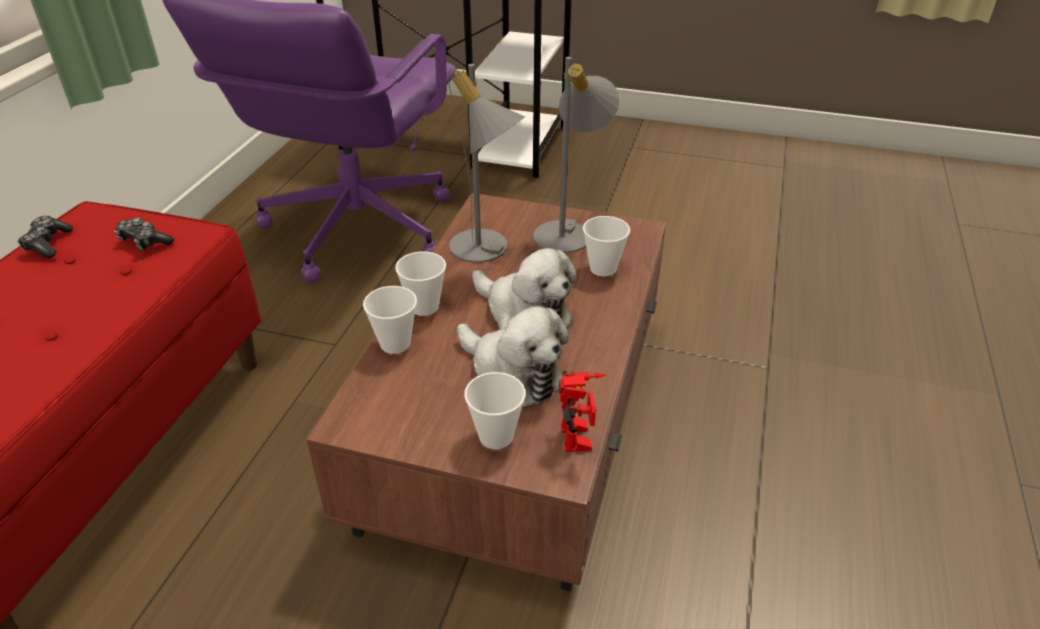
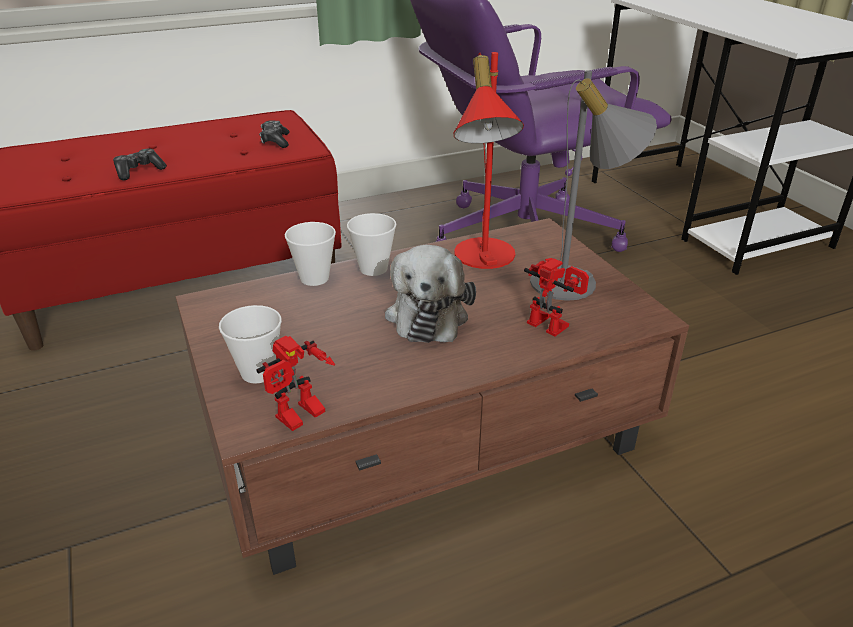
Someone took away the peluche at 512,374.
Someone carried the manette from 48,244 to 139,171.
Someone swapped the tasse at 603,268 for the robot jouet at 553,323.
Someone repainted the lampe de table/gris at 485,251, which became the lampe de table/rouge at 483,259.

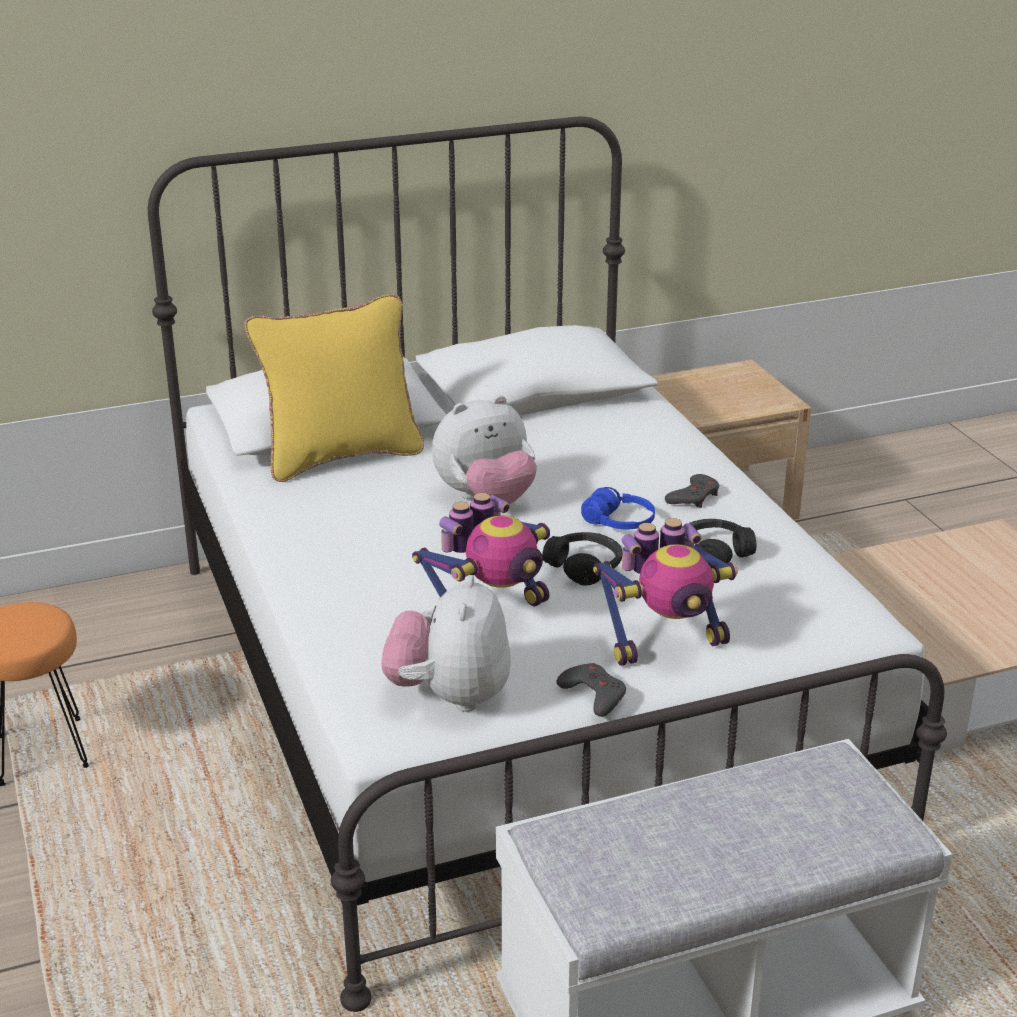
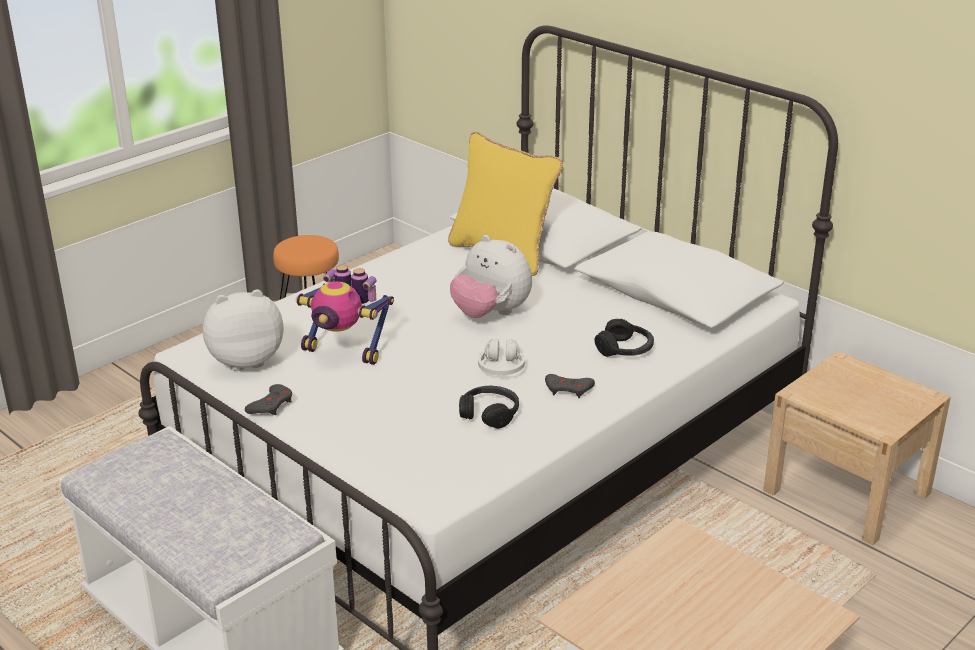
Someone took away the robot jouet at 665,643.
Someone carried the casque audio/noir from 584,567 to 625,349.
Someone repainted the casque audio/bleu at 618,523, which became the casque audio/blanc at 501,368.

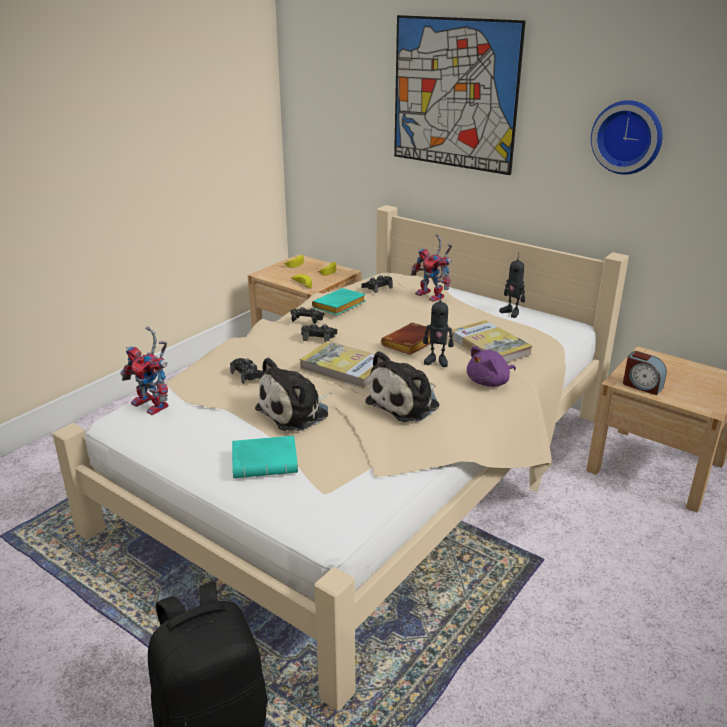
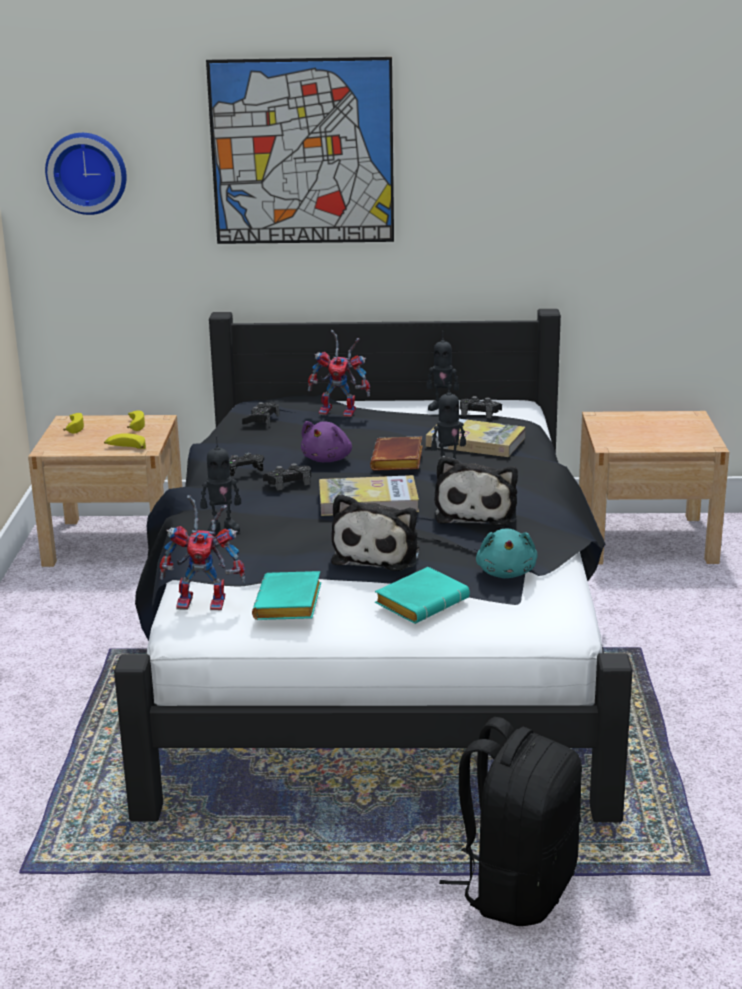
Someone took away the réveil at 642,386.
Someone put down the robot jouet at 222,528.
Someone put down the peluche/turquoise at 506,572.
Someone carried the manette/noir from 248,375 to 480,413.
Someone carried the livre/turquoise from 339,307 to 290,605.
Someone carried the peluche/violet from 489,382 to 328,459.
Someone carried the horloge murale from 628,137 to 87,172.
Someone repainted the lit/beige at 366,473, which became the lit/noir at 379,644.

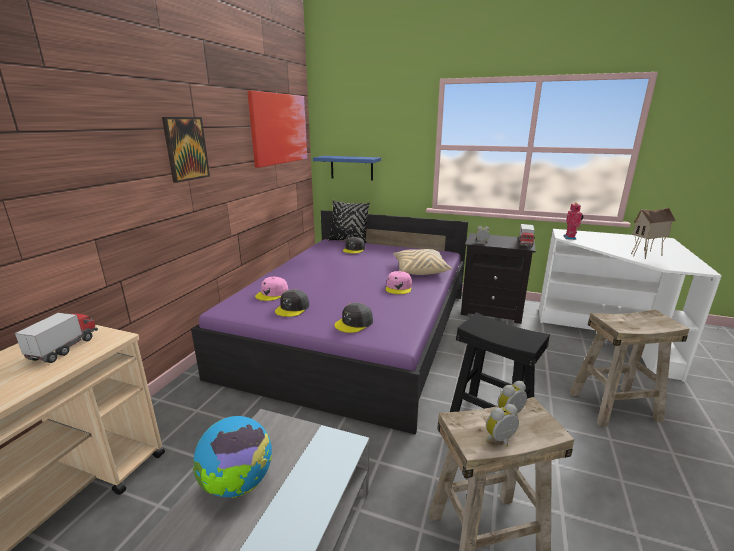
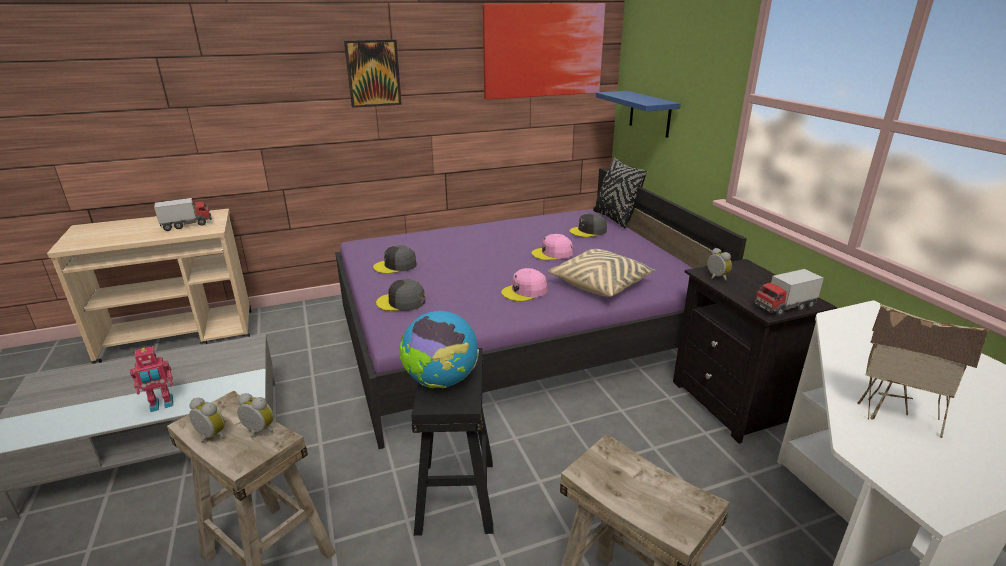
Someone carried the globe from 238,483 to 441,381.
Someone carried the casquette/rose from 272,293 to 552,253.
Someone carried the robot jouet from 570,238 to 161,405.

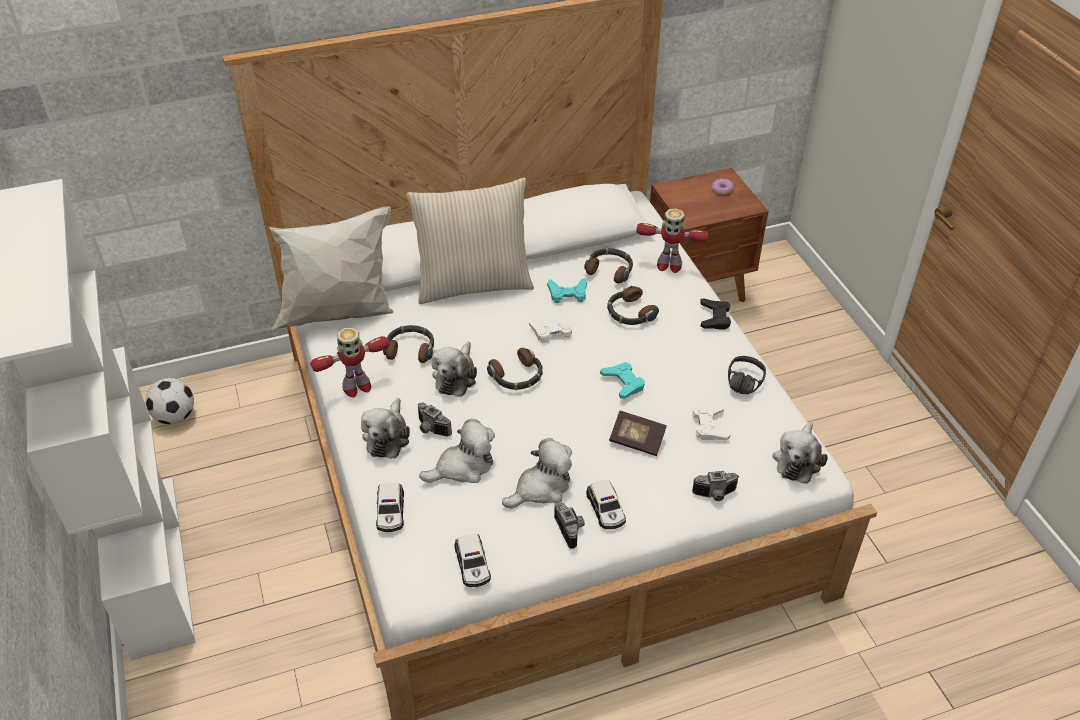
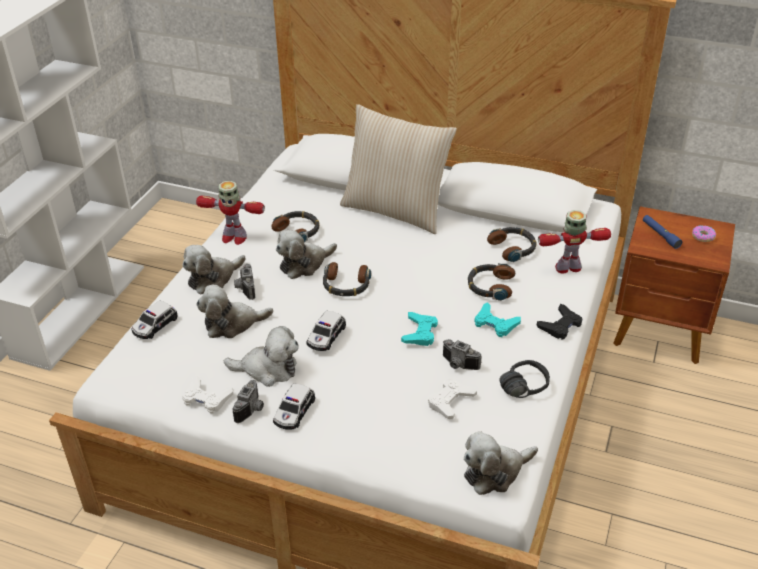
Someone took away the ballon de foot at 175,416.
Someone took away the coussin/blanc at 339,314.
Someone took away the livre at 637,441.
Someone put down the lampe de poche/bleu at 660,235.
Someone carried the petite voiture from 472,565 to 326,336.
Someone carried the manette/blanc from 552,331 to 206,398.
Someone carried the manette/turquoise from 567,294 to 495,324.
Someone carried the appareil photo from 715,495 to 458,365.
Someone rotated the peluche at 463,467 by 150 degrees clockwise.
Someone rotated the robot jouet at 668,265 by 120 degrees clockwise.

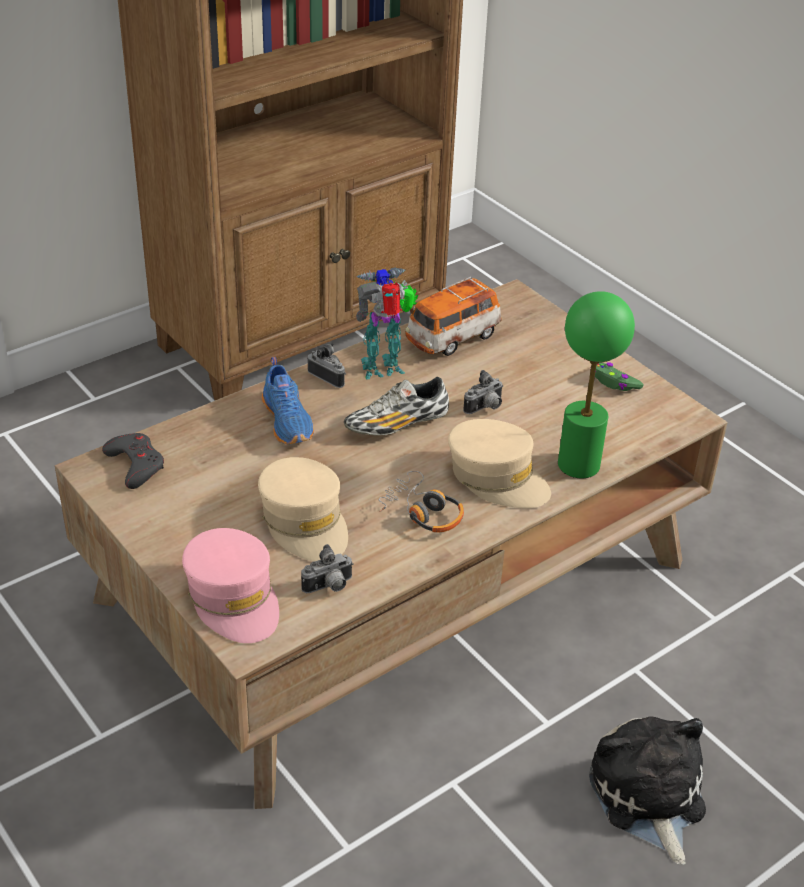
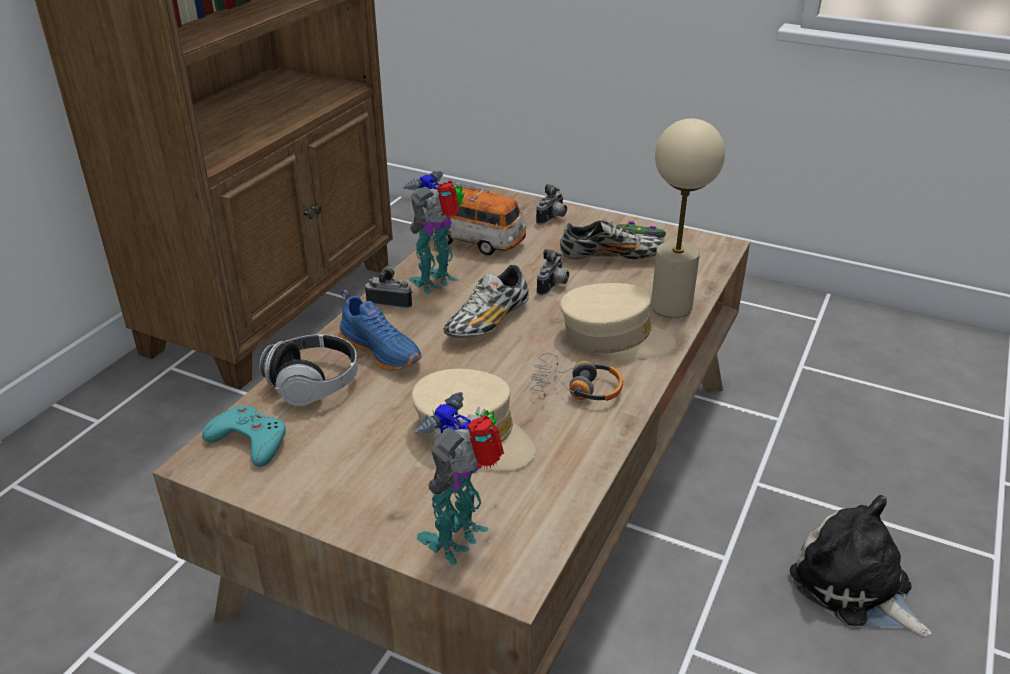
Someone put down the casque audio at 313,384.
Someone put down the chaussure at 610,257.
Someone carried the appareil photo from 329,587 to 553,219.
Someone swapped the casquette/rose at 233,598 for the robot jouet at 460,537.
Someone repainted the manette/gris at 135,464, which became the manette/turquoise at 249,441.
Someone repainted the lampe de table/vert at 578,464, which became the lampe de table/beige at 670,306.
Someone rotated the petite voiture at 452,338 by 90 degrees counterclockwise.

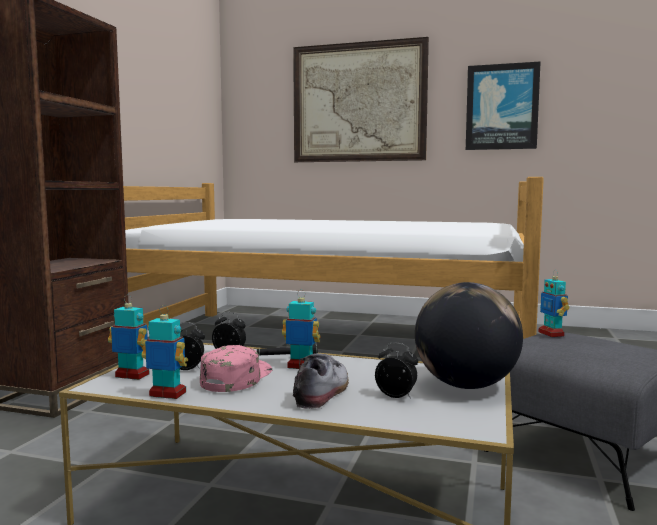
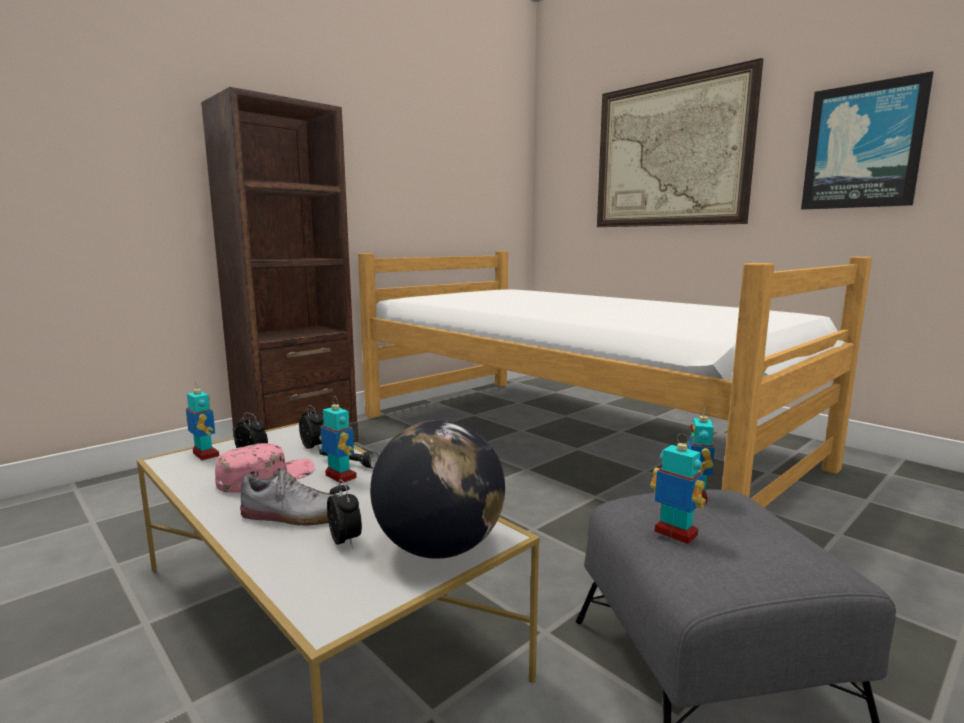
Someone carried the robot jouet from 167,394 to 675,534.
Someone rotated the chaussure at 323,393 by 45 degrees clockwise.

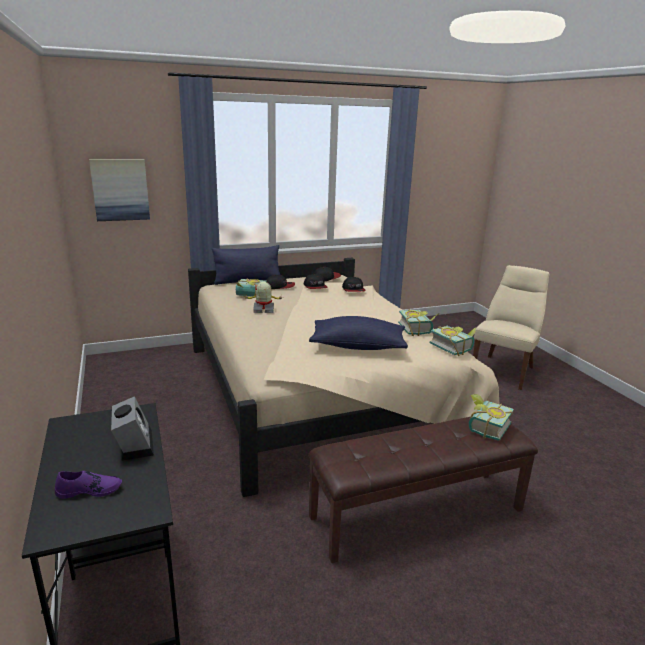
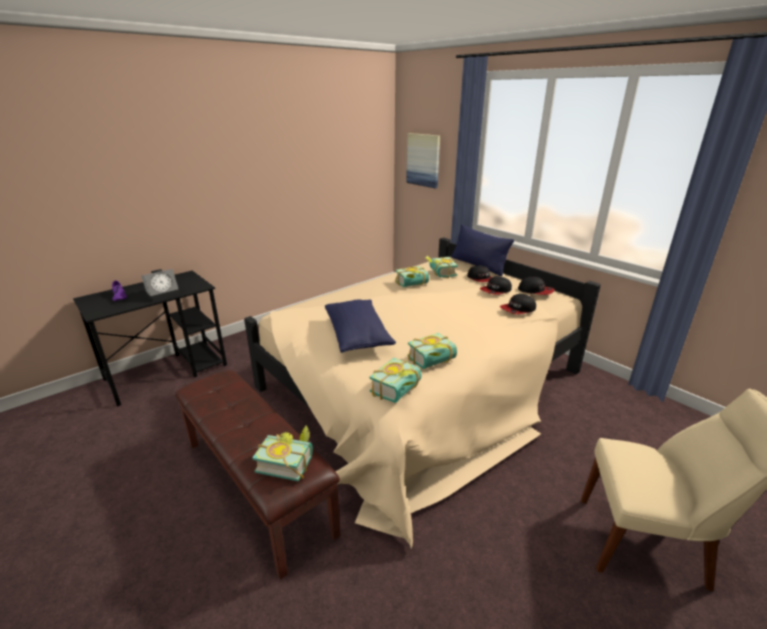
Someone swapped the robot jouet at 263,310 for the livre at 413,285.

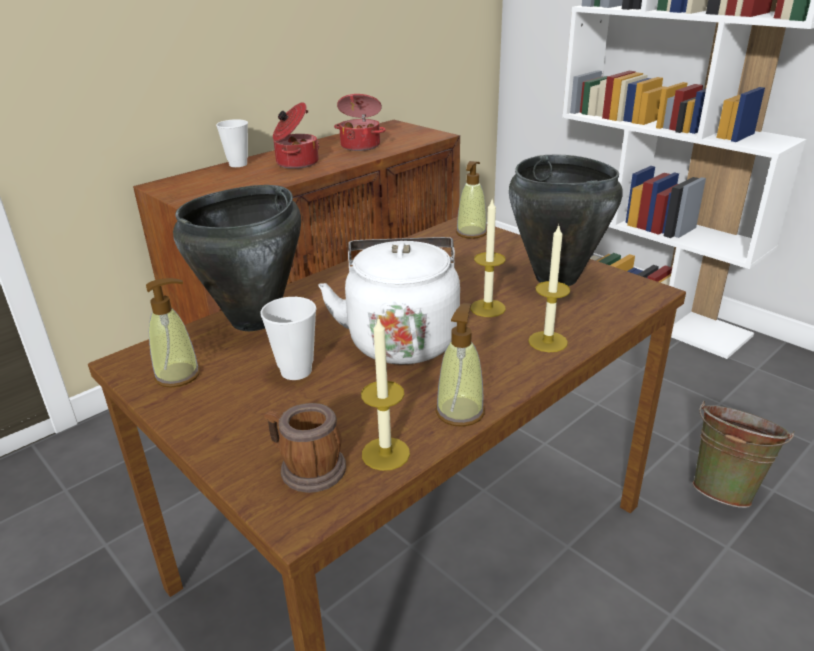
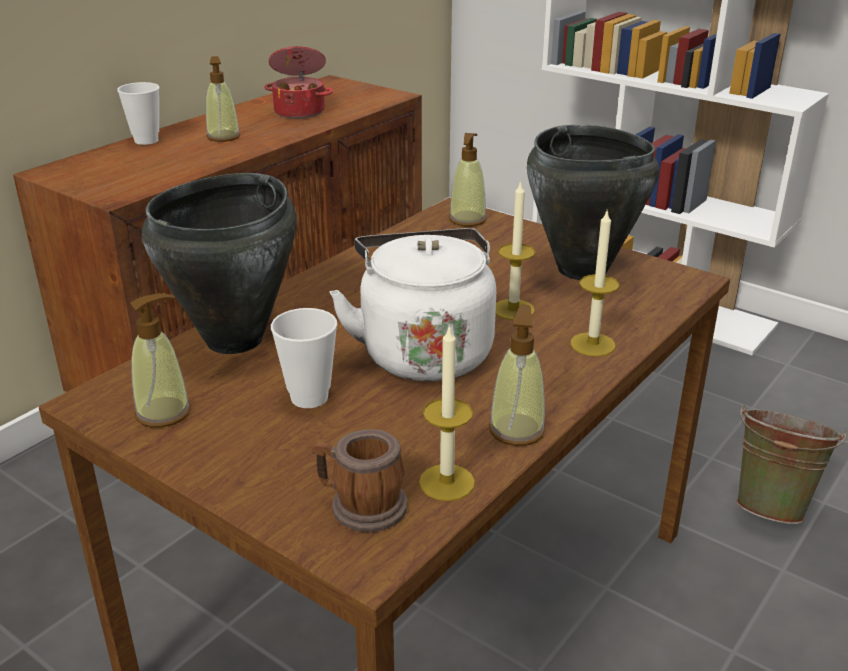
Someone swapped the marmite at 296,163 for the distributeur de savon at 223,137.

